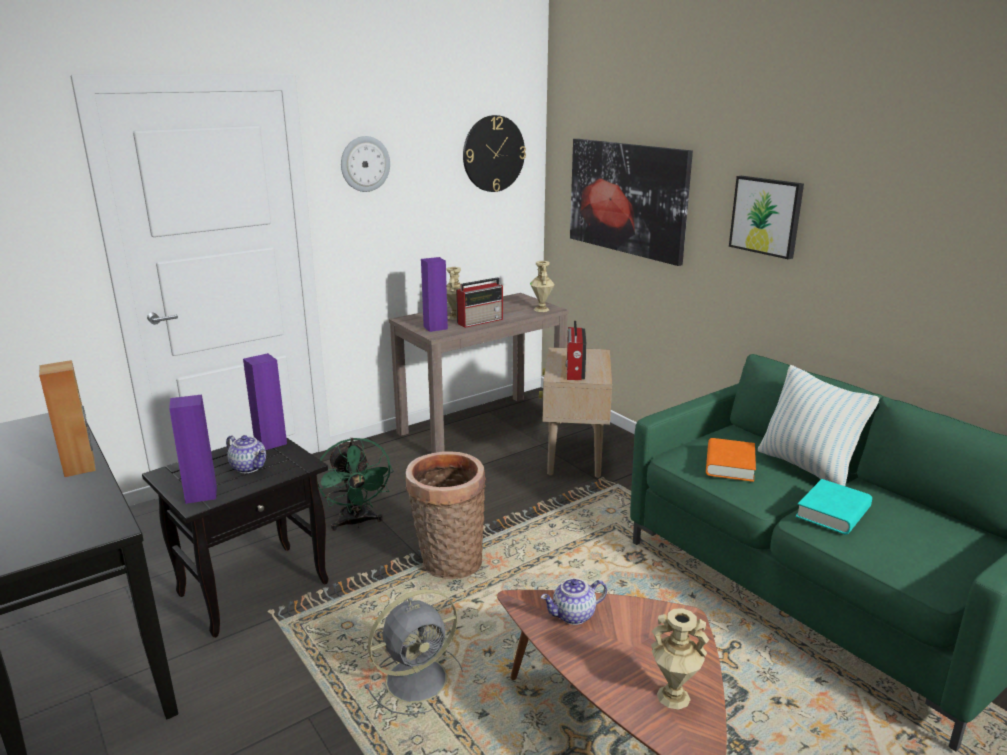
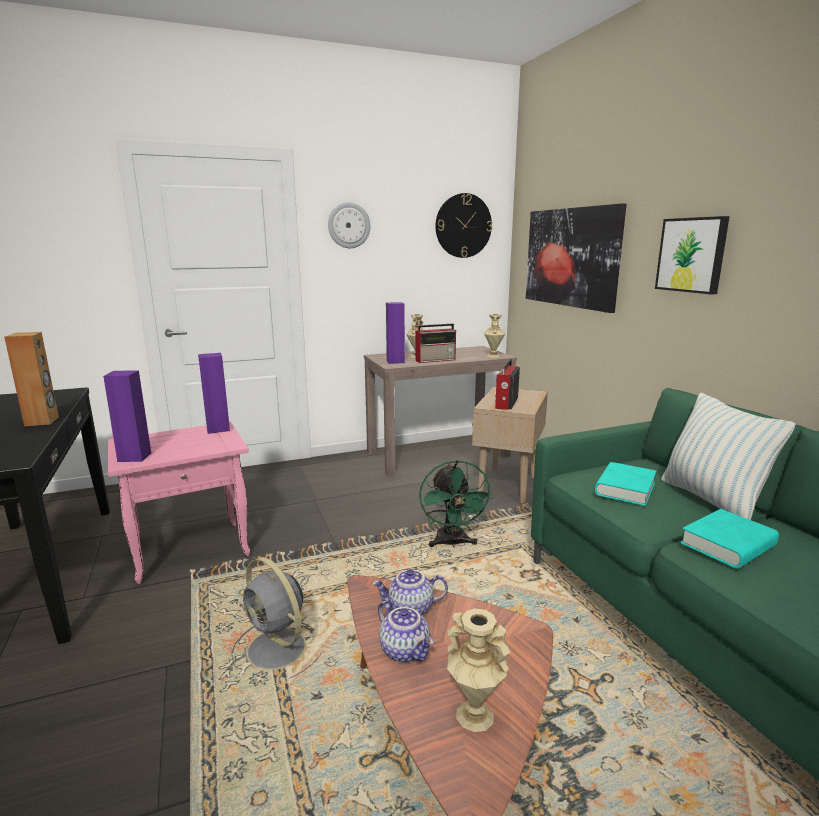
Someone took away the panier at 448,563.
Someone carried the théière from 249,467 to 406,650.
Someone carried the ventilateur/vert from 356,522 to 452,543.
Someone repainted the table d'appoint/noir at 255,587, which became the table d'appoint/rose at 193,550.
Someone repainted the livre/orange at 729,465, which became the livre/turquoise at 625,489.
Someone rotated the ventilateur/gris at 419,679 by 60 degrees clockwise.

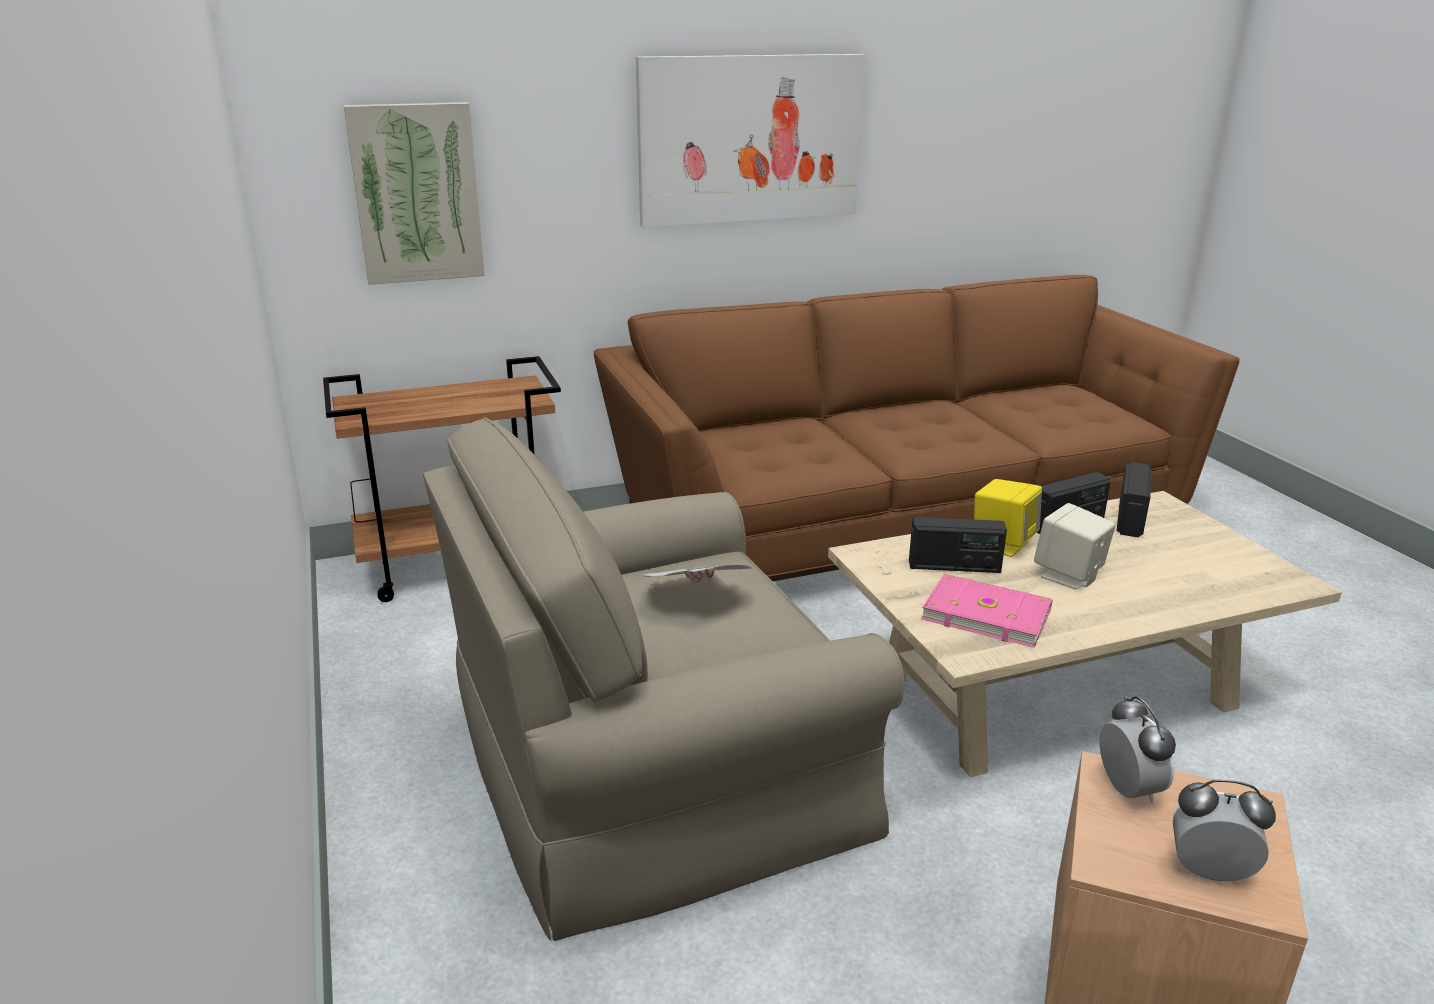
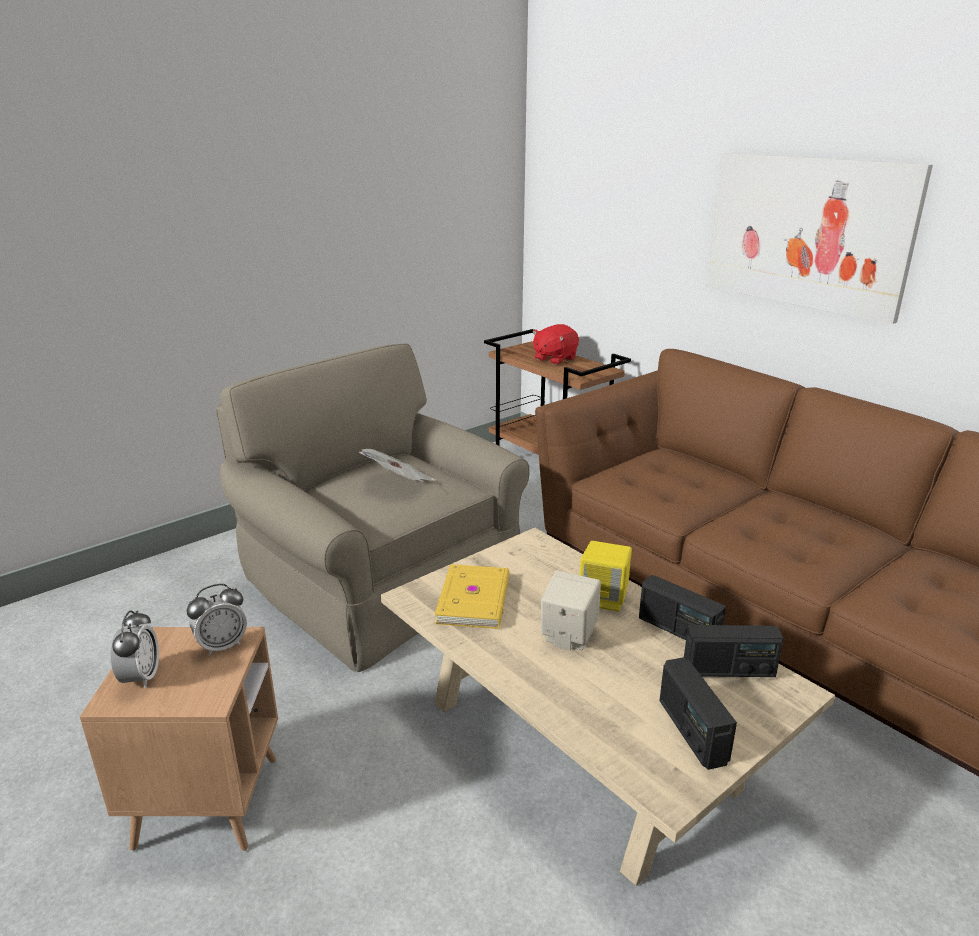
Someone took away the tableau at 416,193.
Someone put down the peluche/rouge at 554,359.
Someone carried the radio from 954,566 to 691,731.
Someone repainted the livre/rose at 986,614, which became the livre/jaune at 475,599.

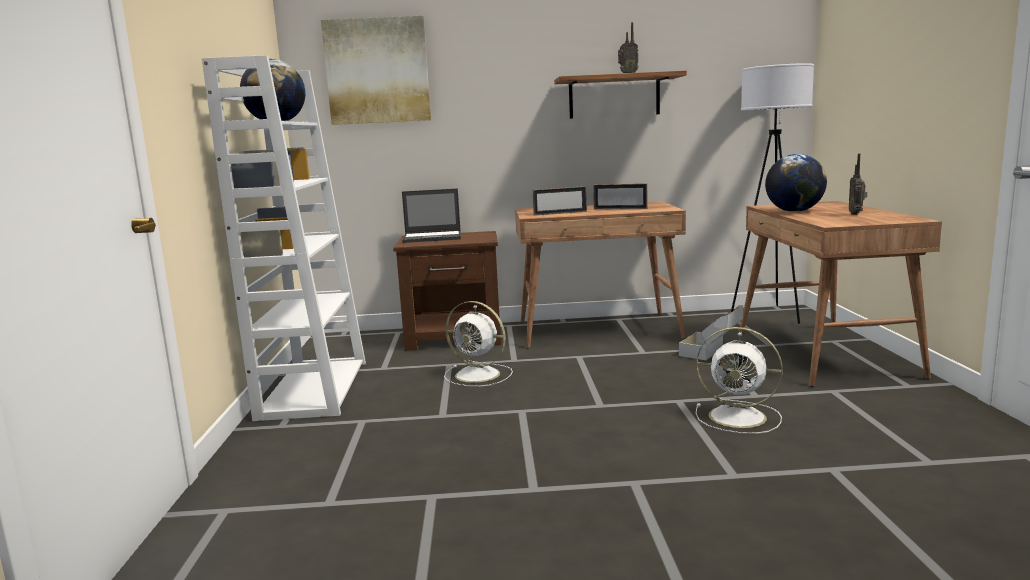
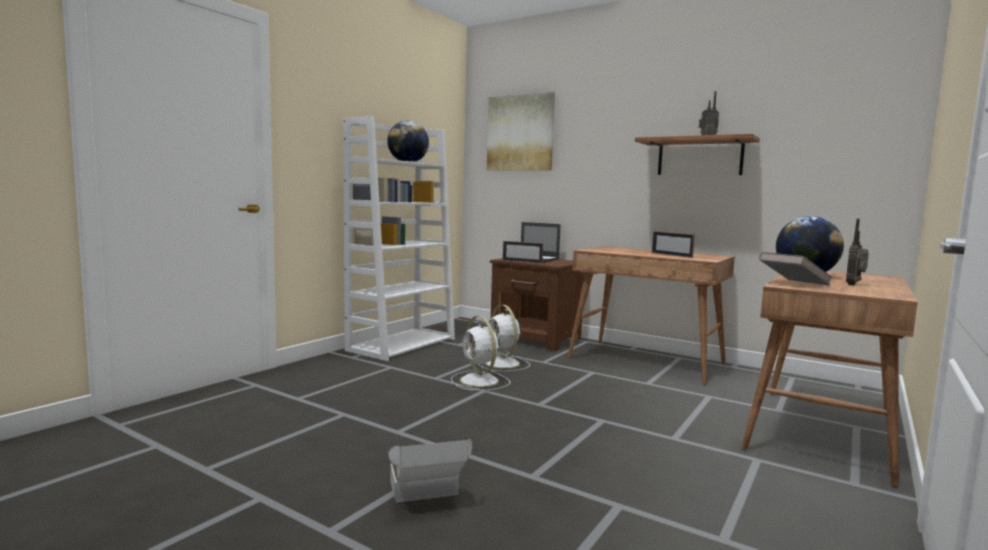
Someone took away the lampadaire/blanc at 769,315.
Someone put down the livre/gris at 793,284.
Someone carried the cadre photo from 560,213 to 522,261.
Someone carried the carton from 712,354 to 426,497.
Someone carried the ventilateur/blanc from 740,417 to 480,381.

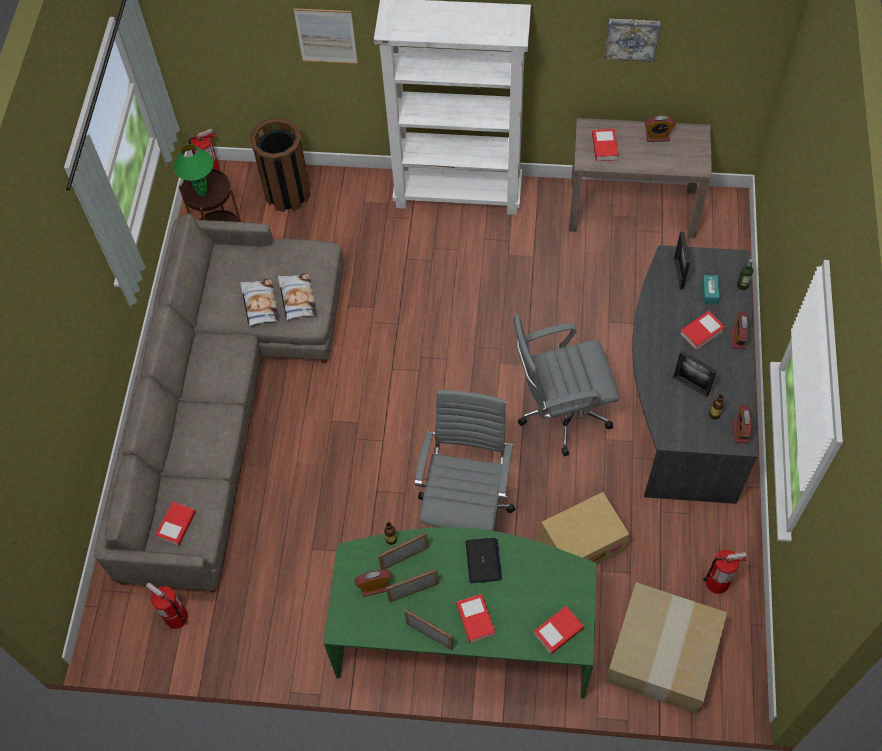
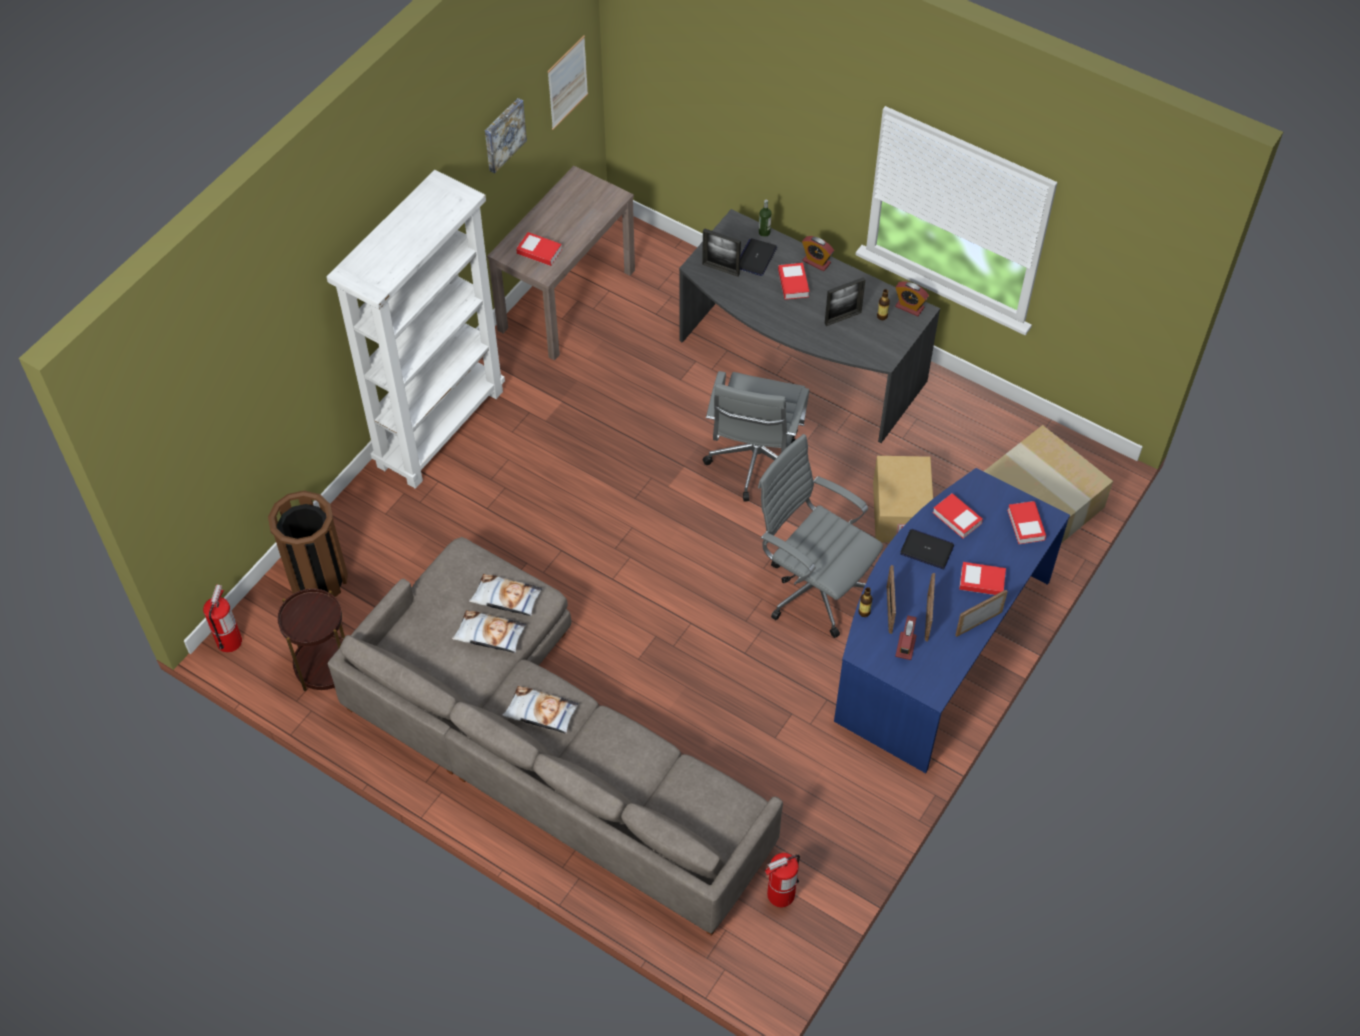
Someone took away the lampe de table/vert at 202,193.
Someone took away the réveil at 657,137.
Someone took away the extincteur at 717,582.
Someone put down the coussin at 541,713.
Someone carried the livre from 176,525 to 957,518.
Someone carried the tableau from 326,36 to 567,82.
Someone swapped the boîte à mouchoirs/turquoise at 709,292 for the ordinateur portable at 756,258.
Someone repainted the bureau/vert at 464,632, which became the bureau/bleu at 937,646.

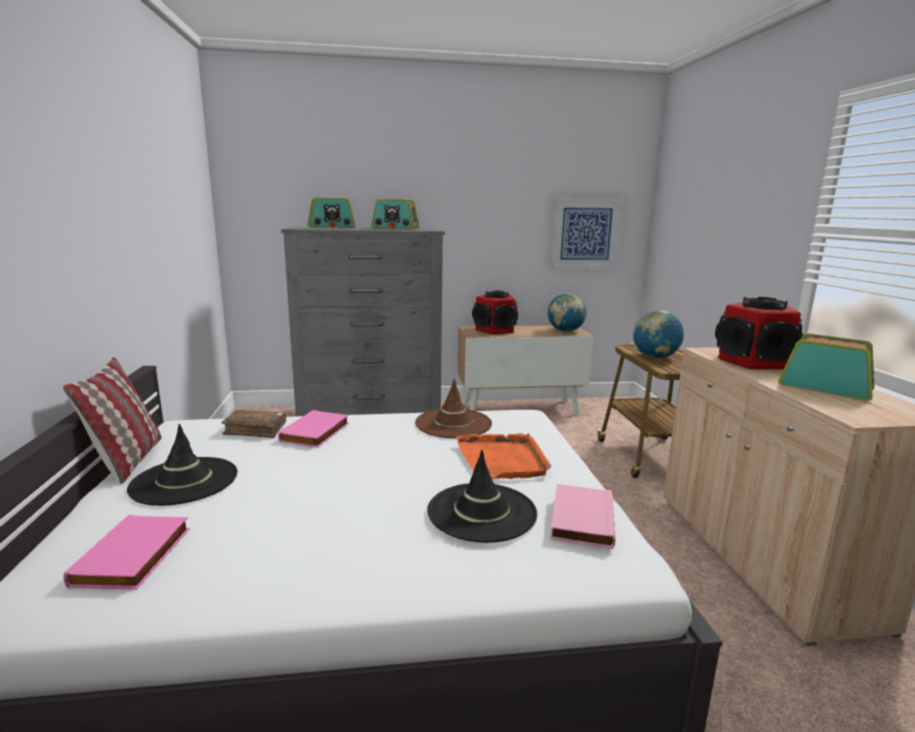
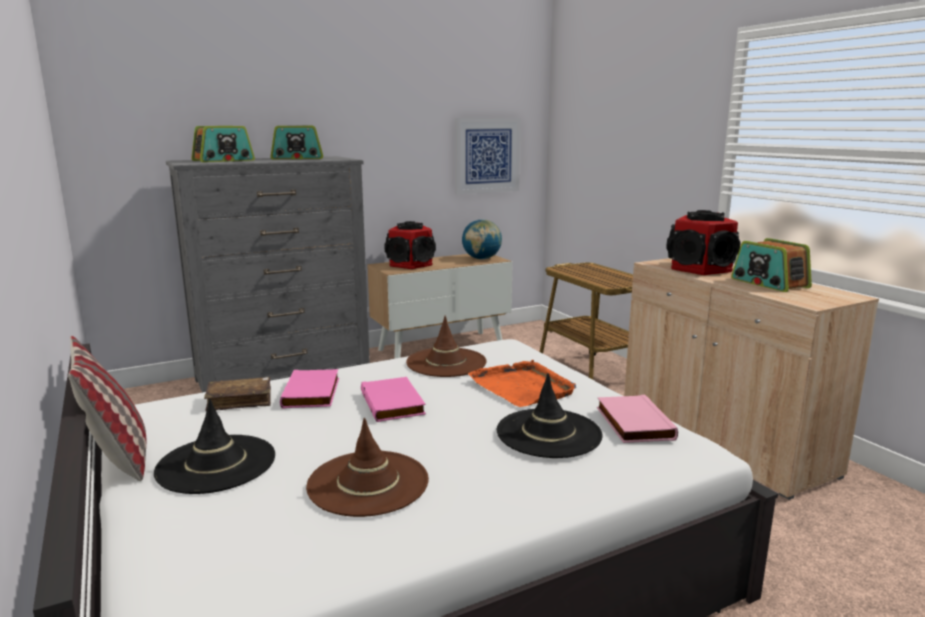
Someone took away the globe at 655,357.
Someone put down the chapeau/marron at 368,483.
Someone carried the livre/rose from 135,557 to 394,403.
Someone rotated the radio at 824,387 by 135 degrees counterclockwise.

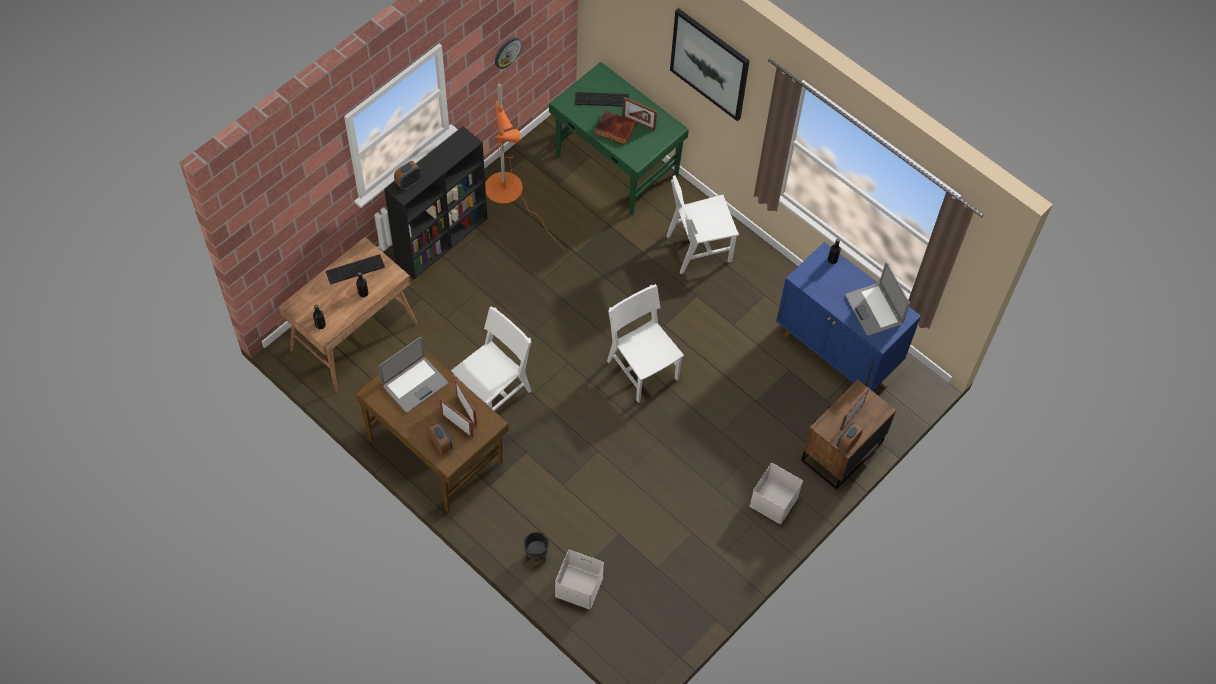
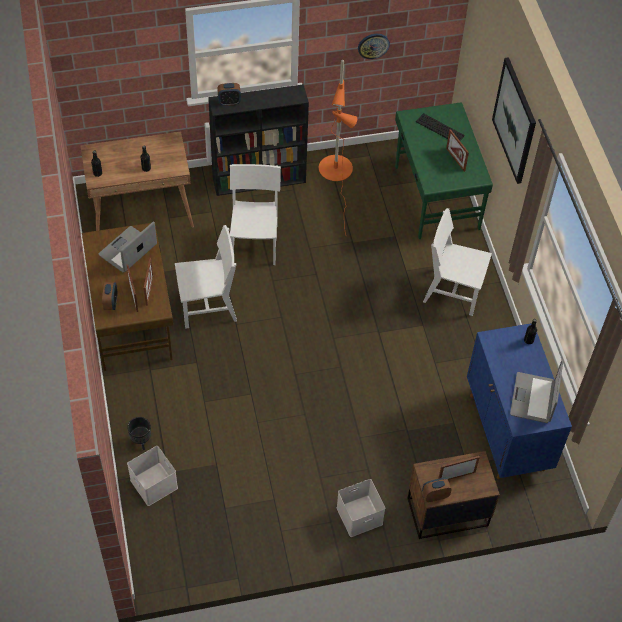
Someone took away the clavier at 355,269.
Someone took away the livre at 614,130.
Someone carried the chaise/blanc from 642,370 to 255,244.
Someone rotated the ordinateur portable at 414,384 by 135 degrees clockwise.

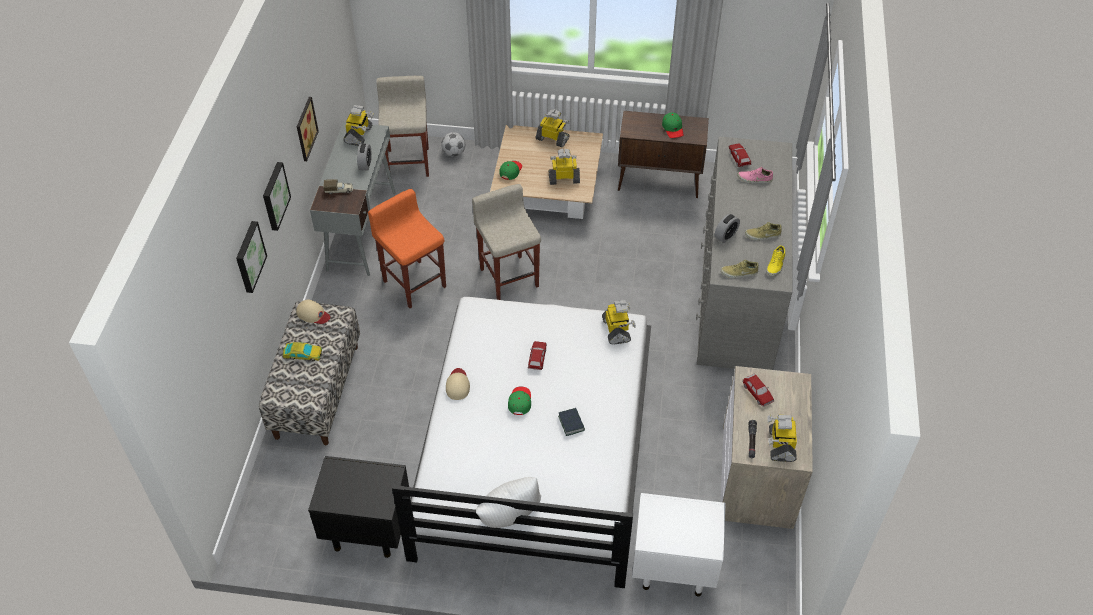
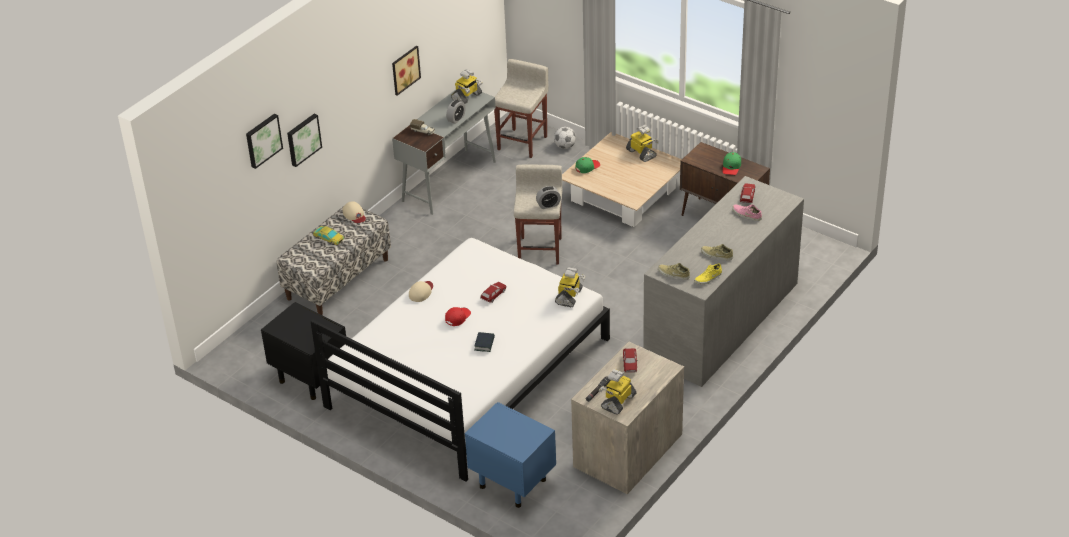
Someone took away the tabouret/orange at 414,283.
Someone took away the coussin/blanc at 510,522.
Someone took away the robot jouet at 564,178.
Someone carried the tableau from 274,196 to 262,140.
Someone carried the réveil from 725,235 to 548,205.
Someone repainted the casquette/vert at 519,402, which became the casquette/rouge at 457,318.
Someone repainted the table de chevet/blanc at 672,568, which became the table de chevet/bleu at 512,482.

